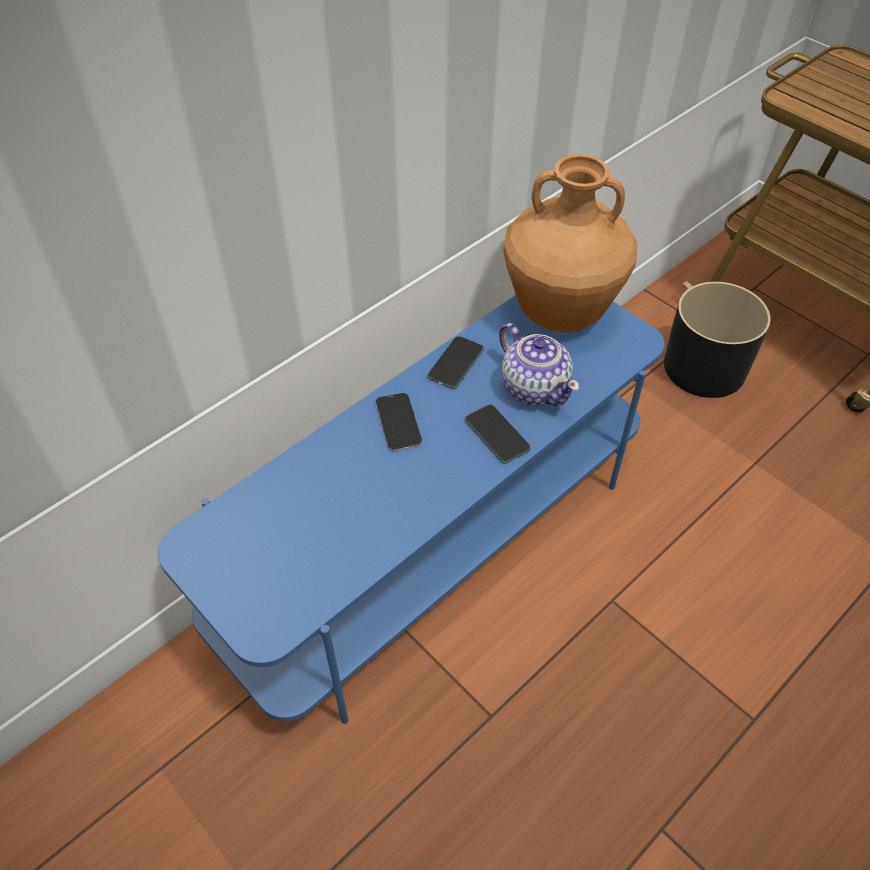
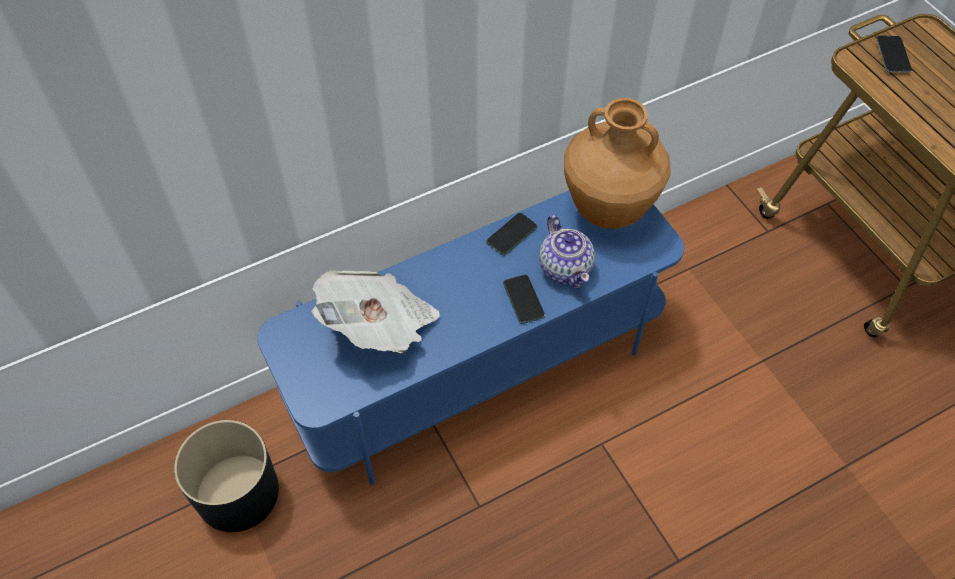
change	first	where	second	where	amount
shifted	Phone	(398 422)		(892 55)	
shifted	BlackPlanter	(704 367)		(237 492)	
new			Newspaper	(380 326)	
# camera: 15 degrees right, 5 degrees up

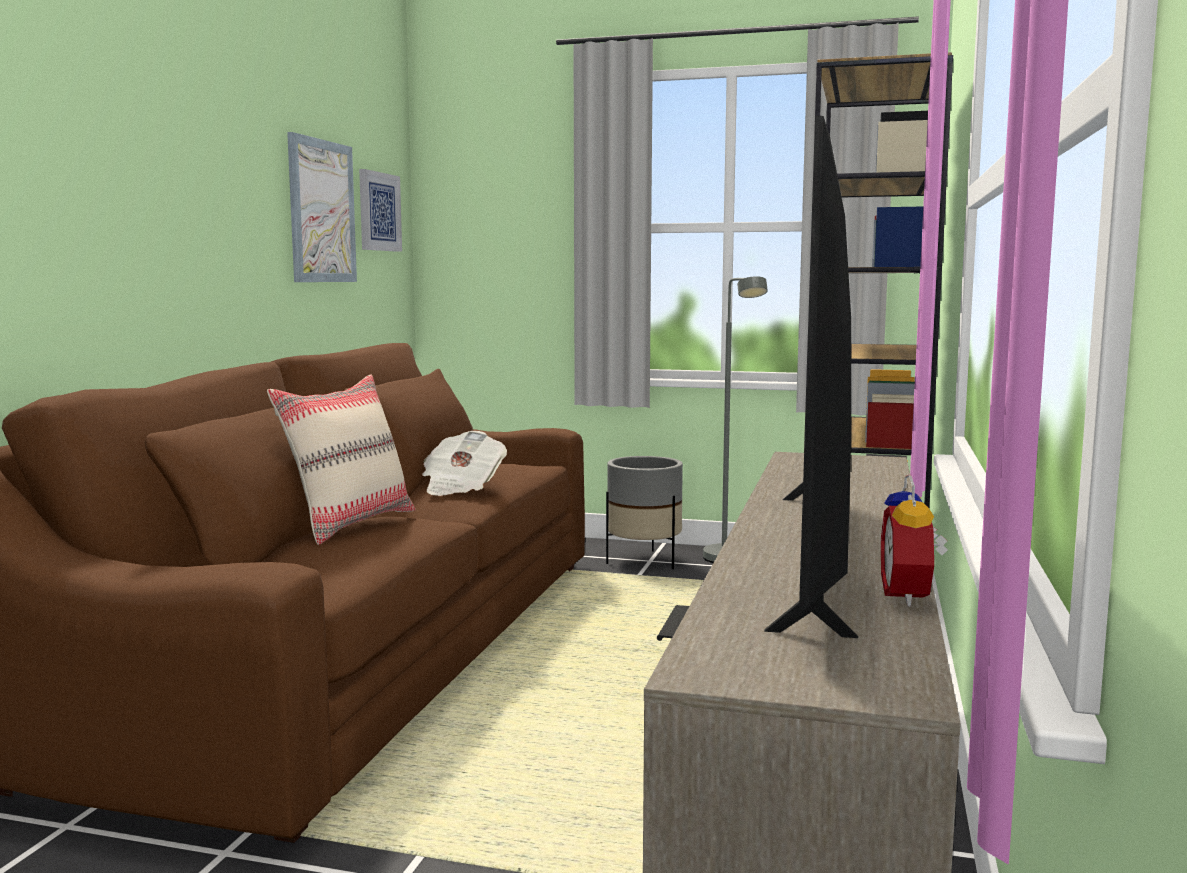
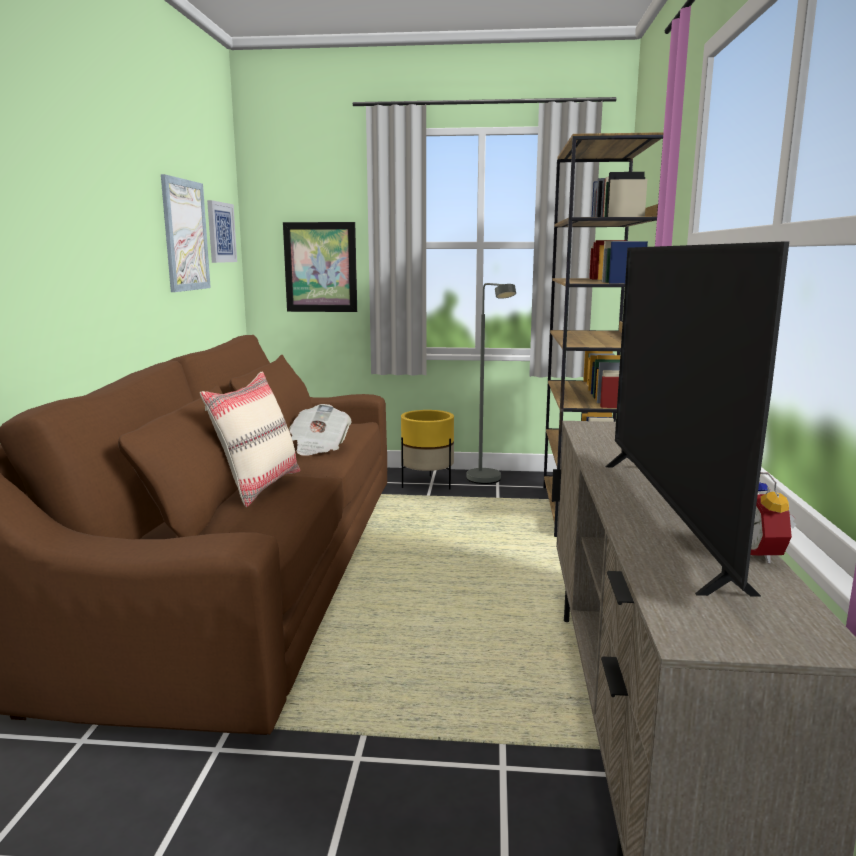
change	first	where	second	where	amount
repainted	GreyPlanter	(644 561)	YellowPlanter	(427 484)	
new			Picture	(320 267)	
# camera: 10 degrees left, 5 degrees up

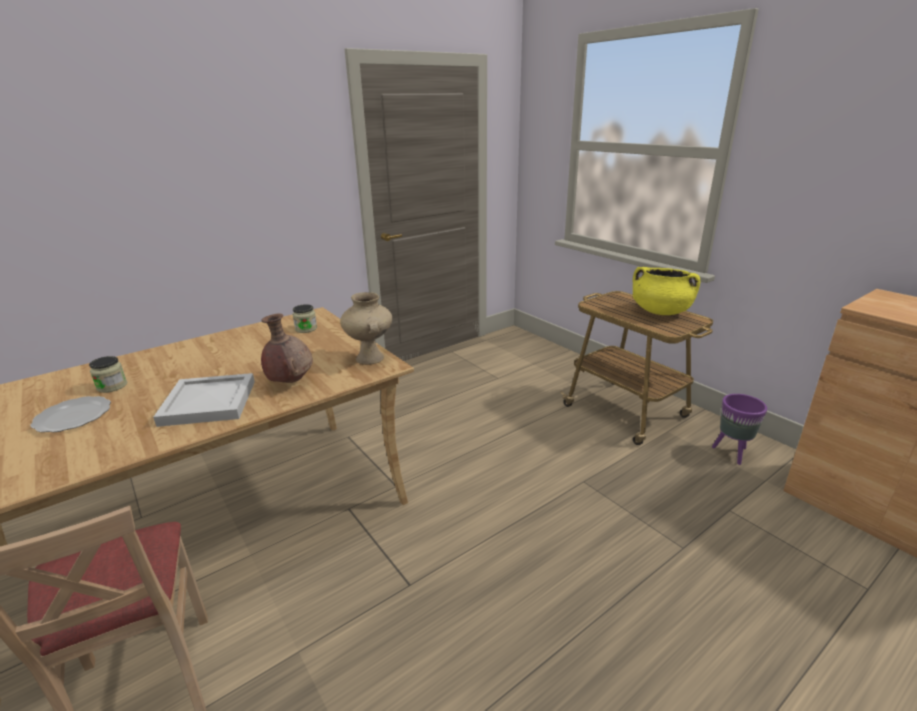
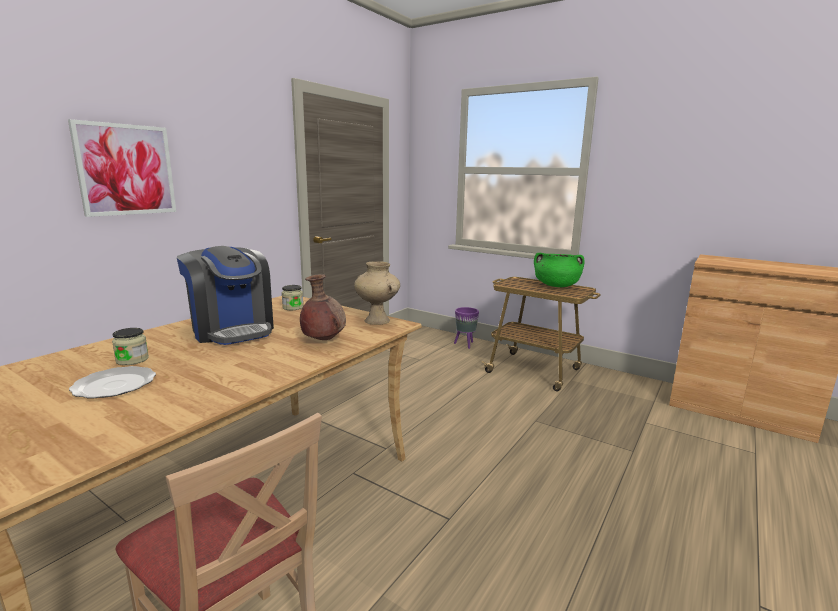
change	first	where	second	where	amount
gone	WhiteTray	(208 402)			
repainted	YellowCookingPot	(660 311)	GreenCookingPot	(556 286)	
shifted	PurplePlanter	(731 453)		(465 344)	
new			Picture	(126 170)	
new			CoffeeMachine	(232 330)	
# camera: 20 degrees left, 10 degrees down

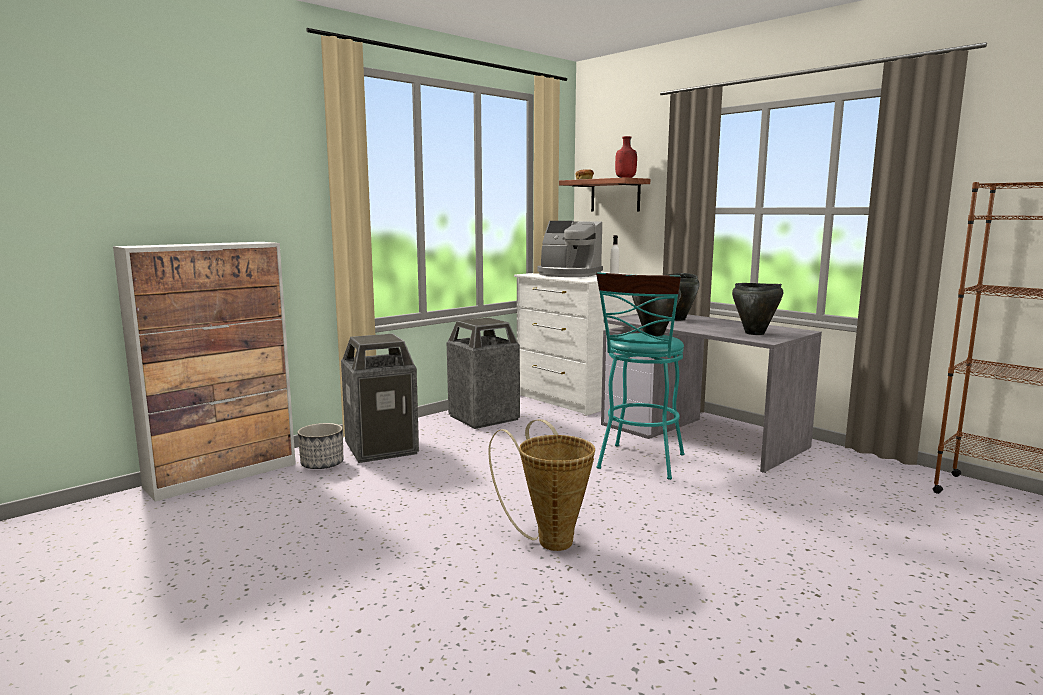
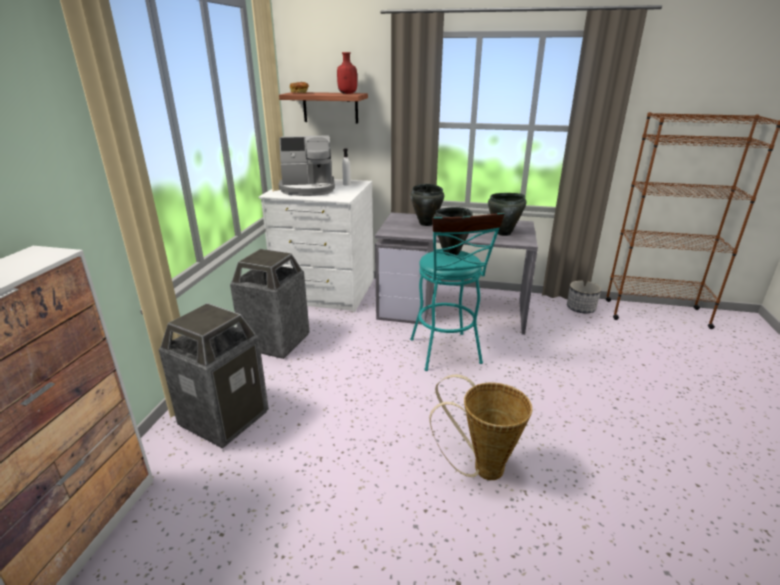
change	first	where	second	where	amount
shifted	Planter	(322 464)		(581 308)	
# camera: 35 degrees left, 15 degrees up

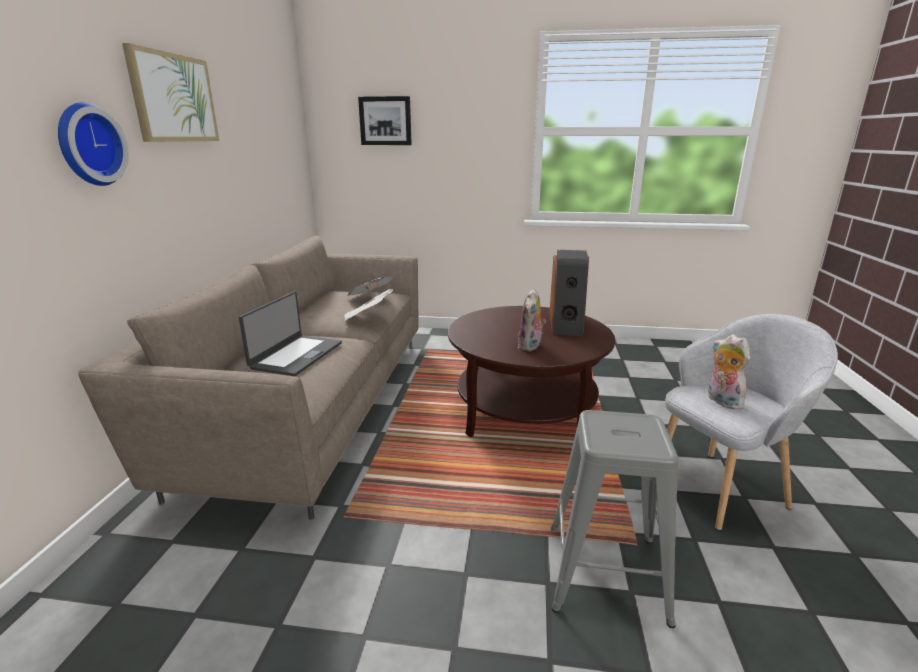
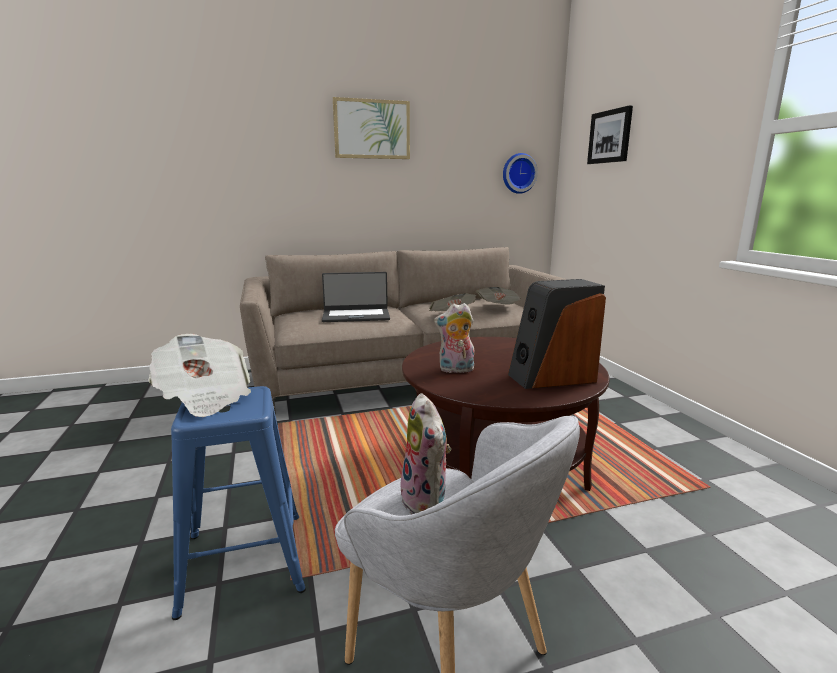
change	first	where	second	where	amount
shifted	WallClock	(87 145)		(518 173)	
repainted	GreyStool	(604 573)	BlueStool	(242 560)	
rotated	PlushToy	(721 401)		(427 501)	120 degrees clockwise
new			Newspaper	(204 397)	
# camera: 65 degrees right, 5 degrees down

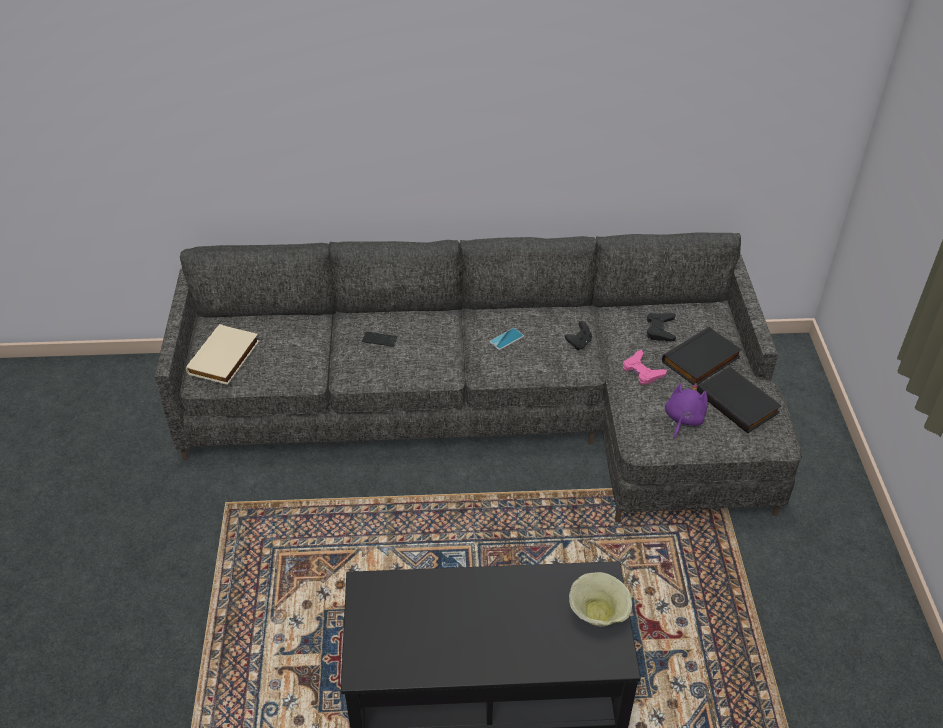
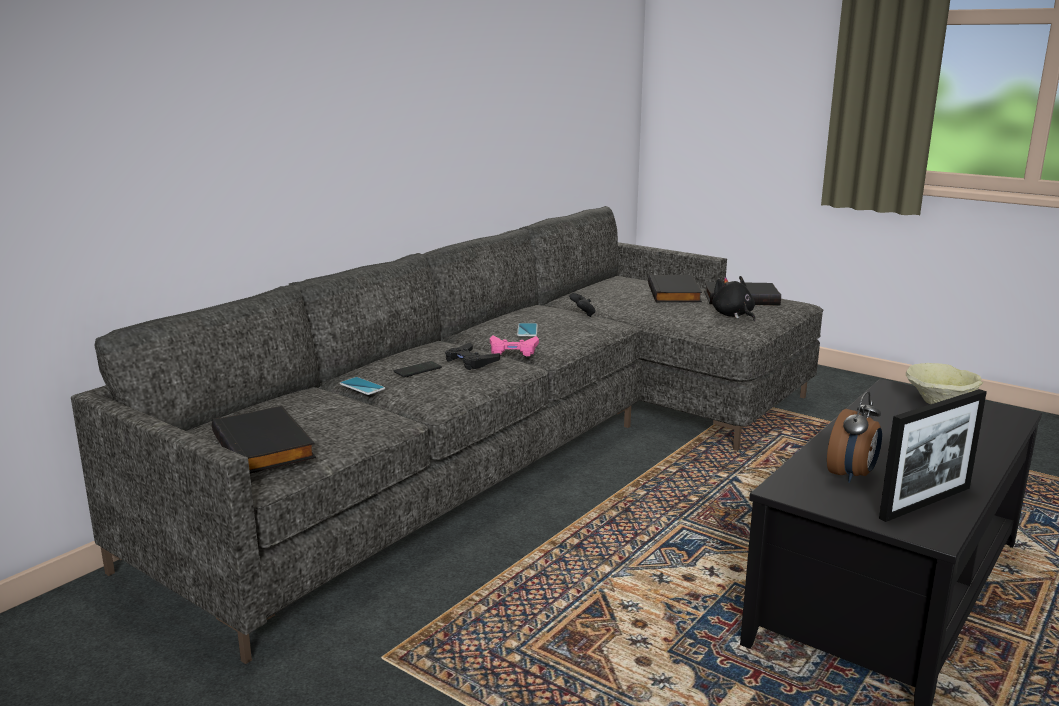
change	first	where	second	where	amount
repainted	BeigeBook	(225 358)	BlackBook	(266 446)	
shifted	PinkGameController	(642 371)		(513 350)	
shifted	BlackGameController	(660 329)		(470 361)	
repainted	PurplePlushToy	(683 419)	BlackPlushToy	(733 315)	
new			Phone	(362 387)	
new			AlarmClock	(852 475)	
new			PictureFrame	(925 503)	
# camera: 50 degrees left, 25 degrees down

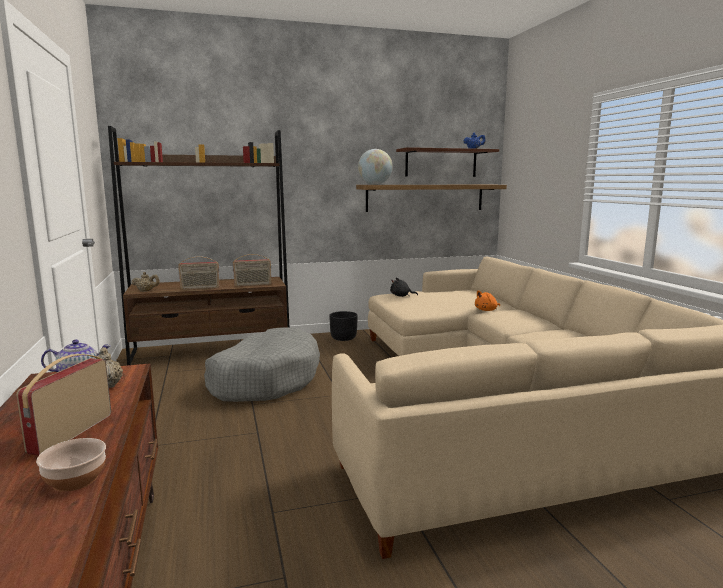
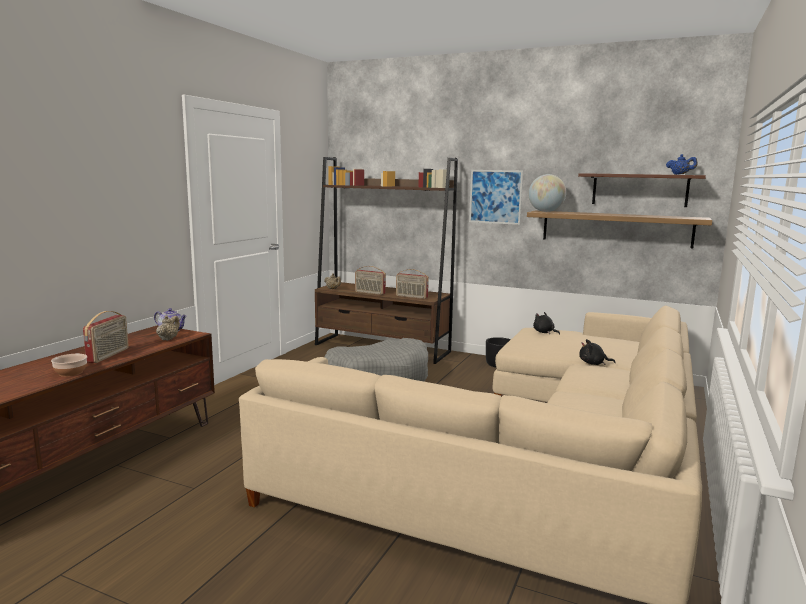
change	first	where	second	where	amount
rotated	Radio	(70 433)		(109 355)	135 degrees clockwise
repainted	OrangePlushToy	(487 310)	BlackPlushToy	(593 363)	
new			Picture	(495 196)	
# camera: 40 degrees right, 0 degrees up

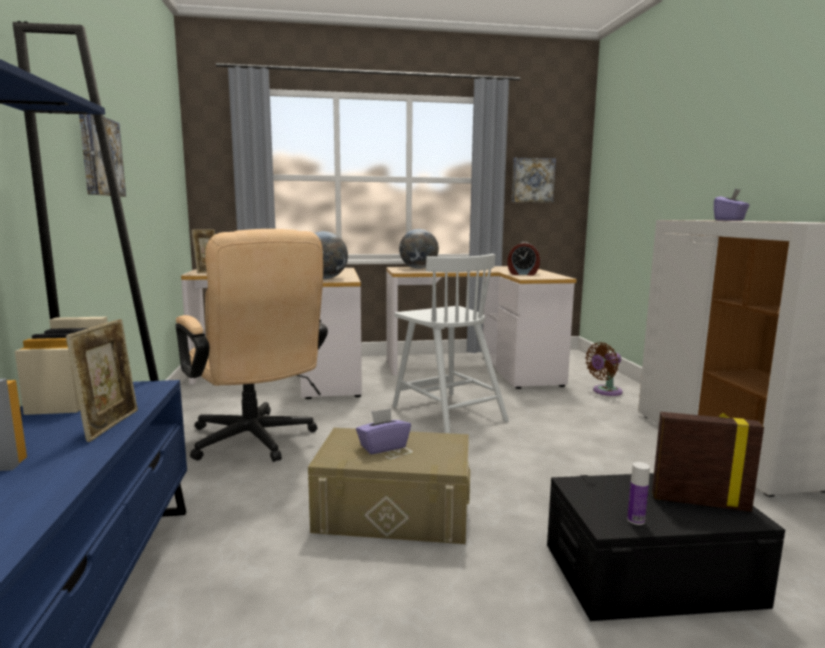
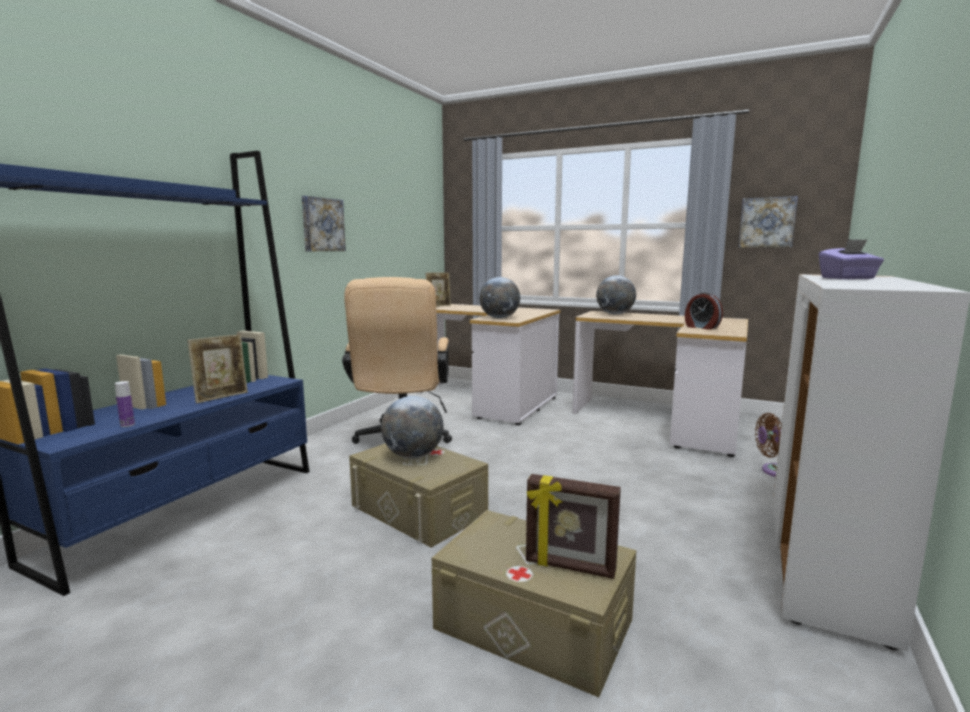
change	first	where	second	where	amount
swapped	PurpleTissueBox	(383 447)	Globe	(413 456)	
gone	WhiteChair	(447 413)			
repainted	BlackStorageBox	(650 574)	BeigeStorageBox	(533 624)	
shifted	Bottle	(635 520)		(127 425)	
rotated	PictureFrame	(699 502)		(569 567)	150 degrees clockwise
# camera: 35 degrees right, 0 degrees up

